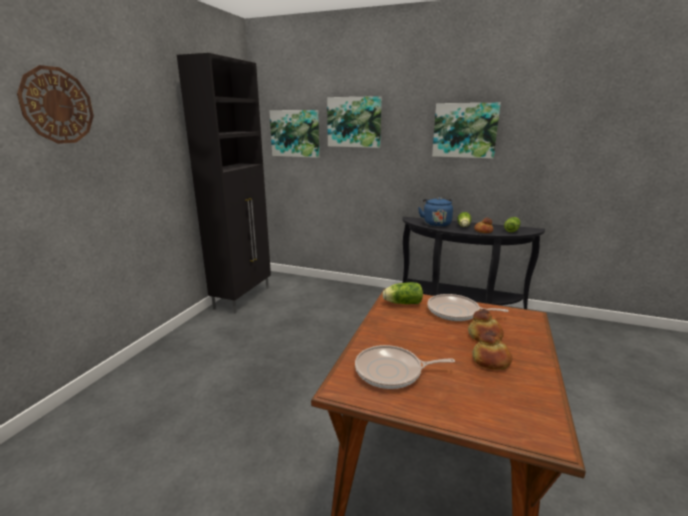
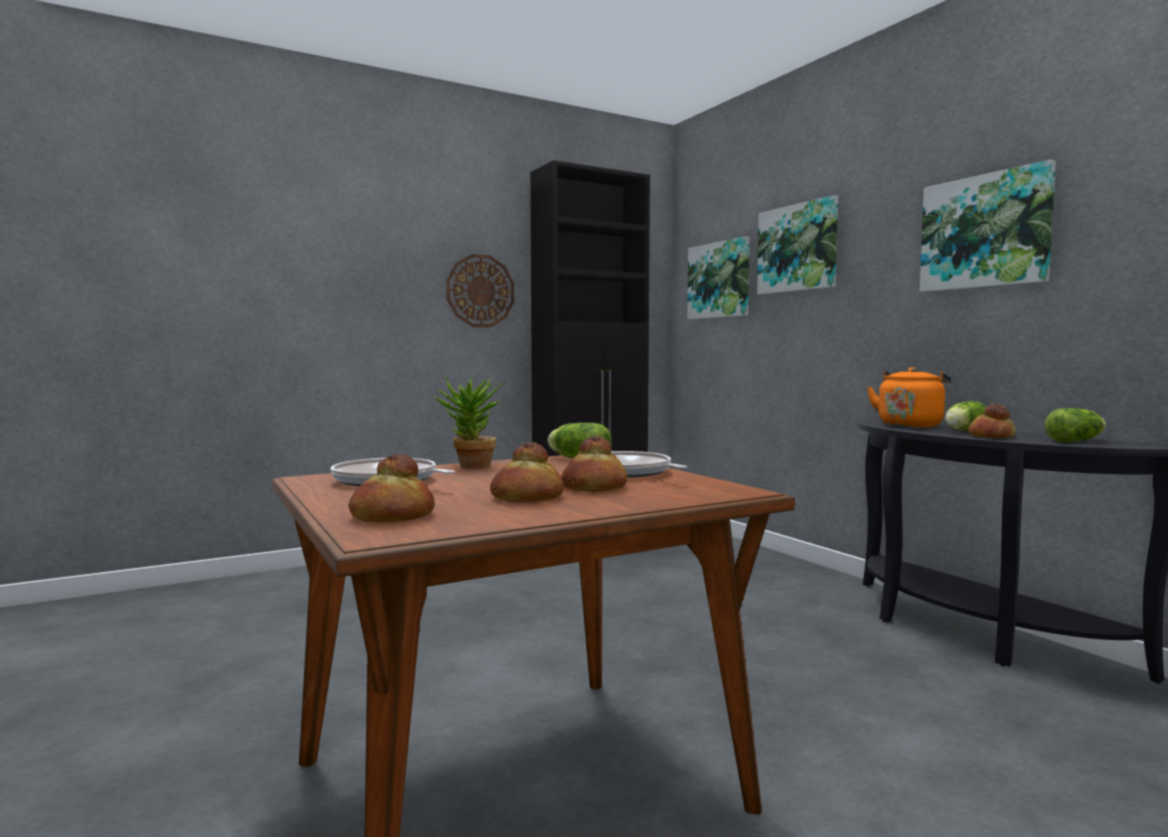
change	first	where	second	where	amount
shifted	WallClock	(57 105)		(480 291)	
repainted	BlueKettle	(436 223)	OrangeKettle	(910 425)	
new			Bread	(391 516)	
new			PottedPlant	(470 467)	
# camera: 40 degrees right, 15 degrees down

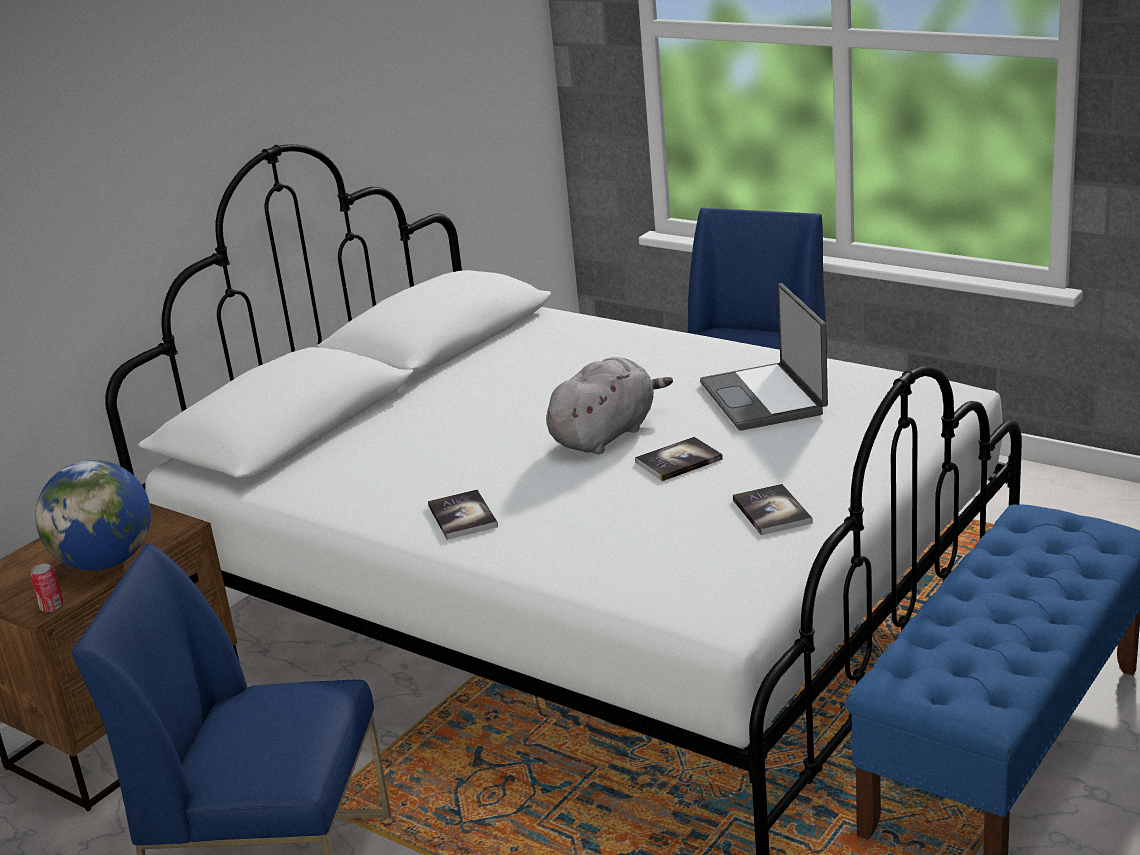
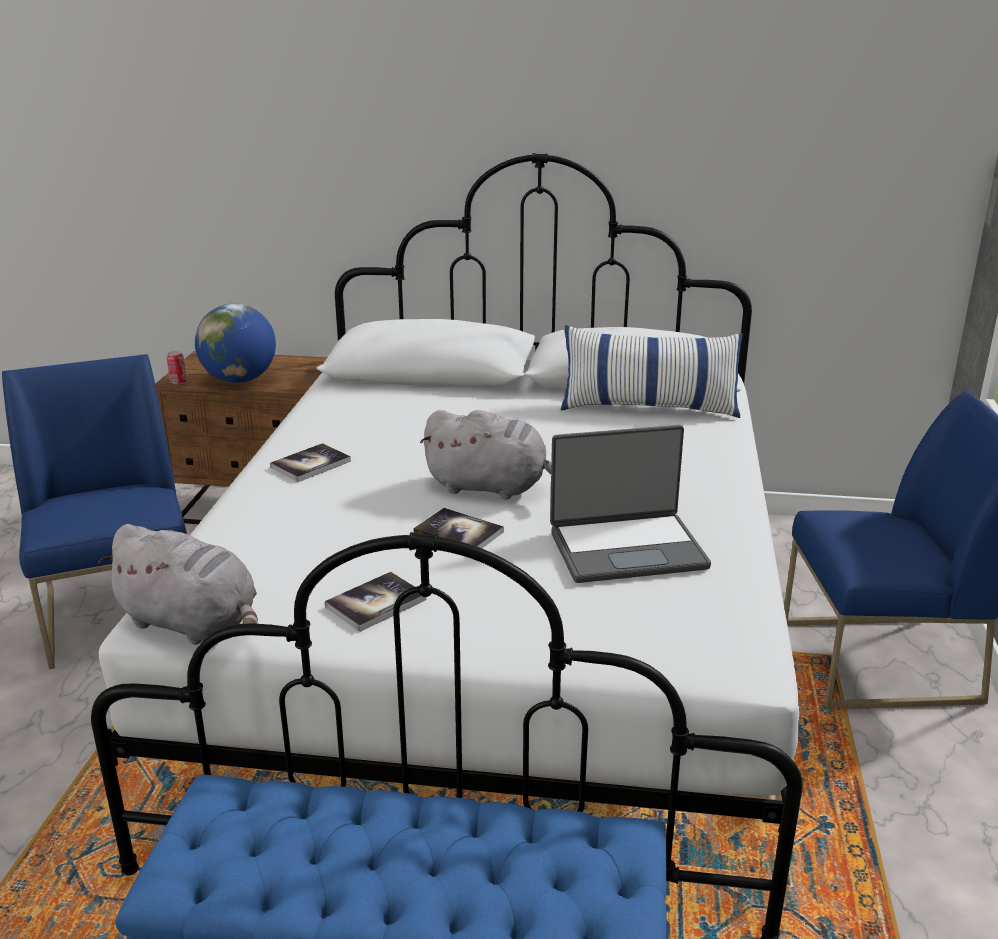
change	first	where	second	where	amount
rotated	Laptop	(765 398)		(627 548)	150 degrees counterclockwise
new			GreyPlushToy	(193 623)	
new			Pillow	(649 407)	
# camera: 60 degrees right, 0 degrees up

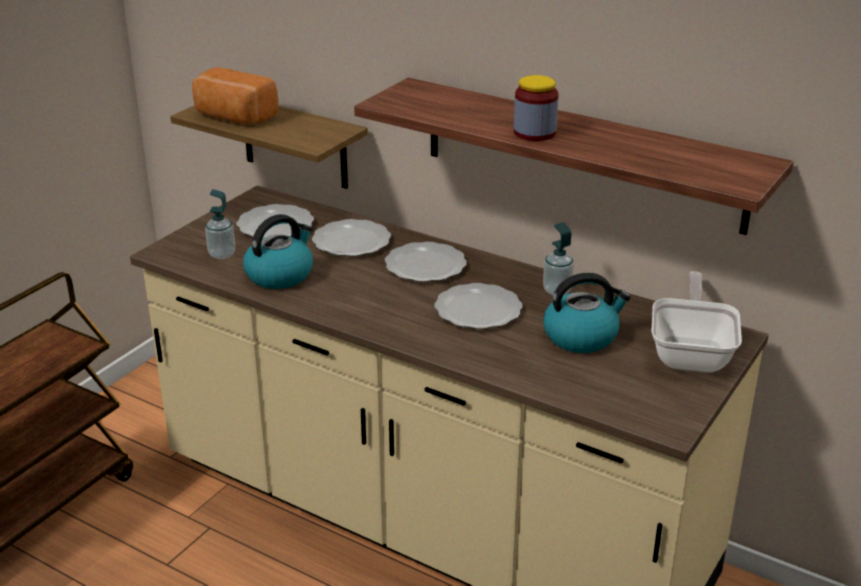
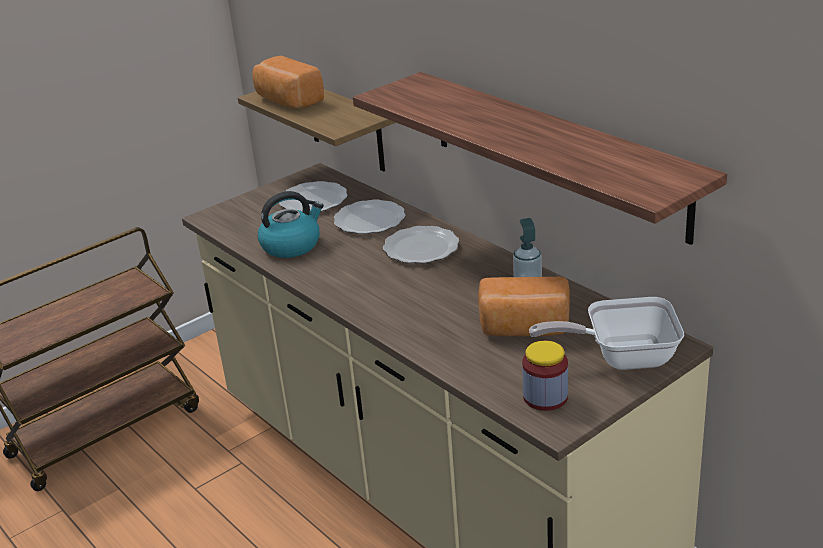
change	first	where	second	where	amount
gone	SoapDispenser	(222 254)			
gone	Plate	(477 309)			
shifted	Jar	(534 133)		(545 397)	
swapped	Kettle	(581 336)	Bread	(524 329)	
rotated	FryingPan	(692 353)		(621 357)	120 degrees counterclockwise
# camera: 20 degrees right, 0 degrees up

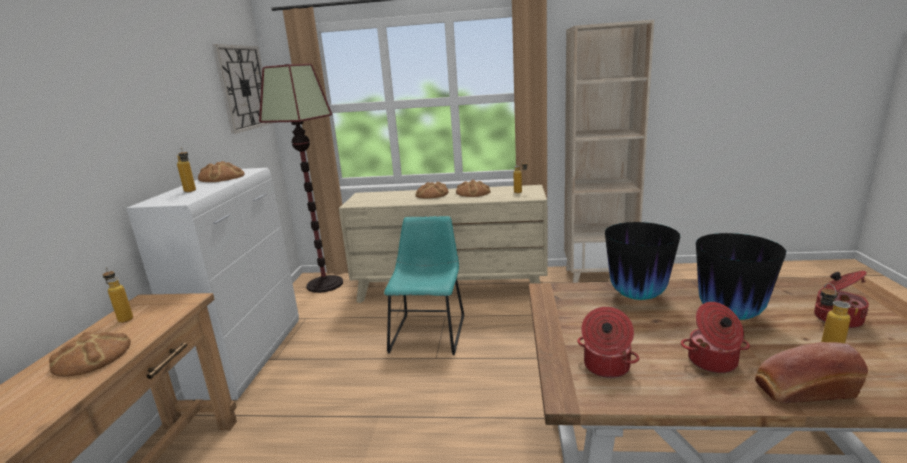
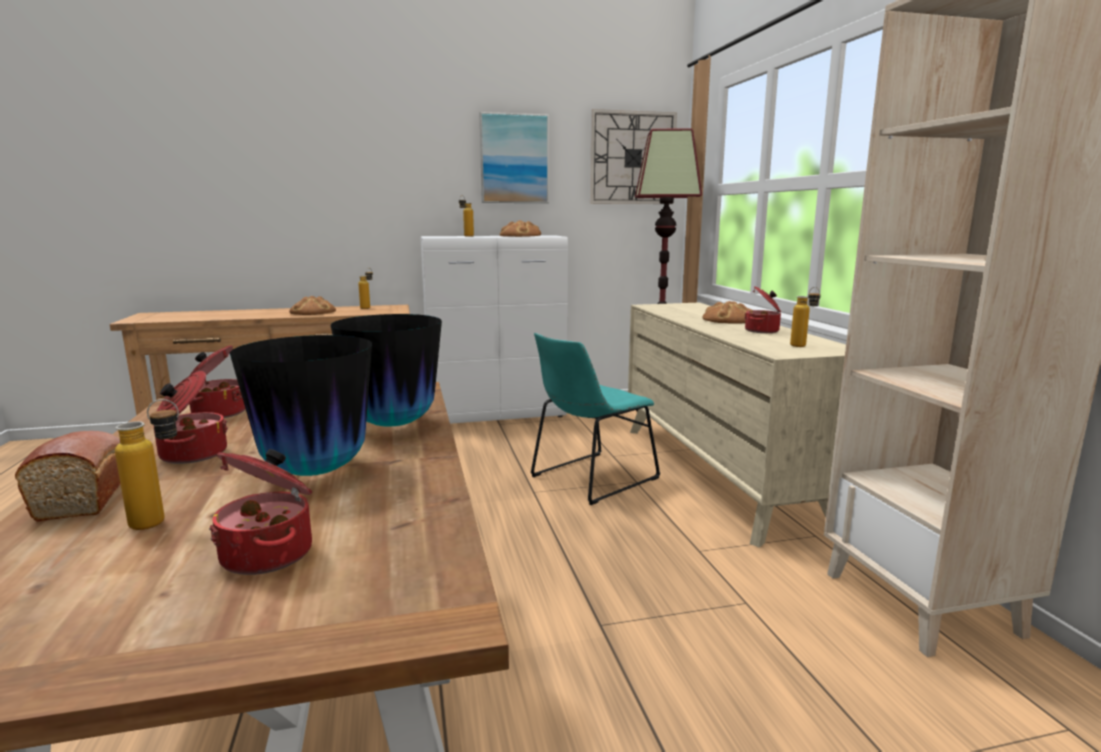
change	first	where	second	where	amount
rotated	TurquoiseChair	(429 331)		(590 478)	150 degrees clockwise
swapped	Bread	(473 192)	CookingPot	(763 331)	
new			Picture	(514 159)	
# camera: 70 degrees right, 5 degrees down

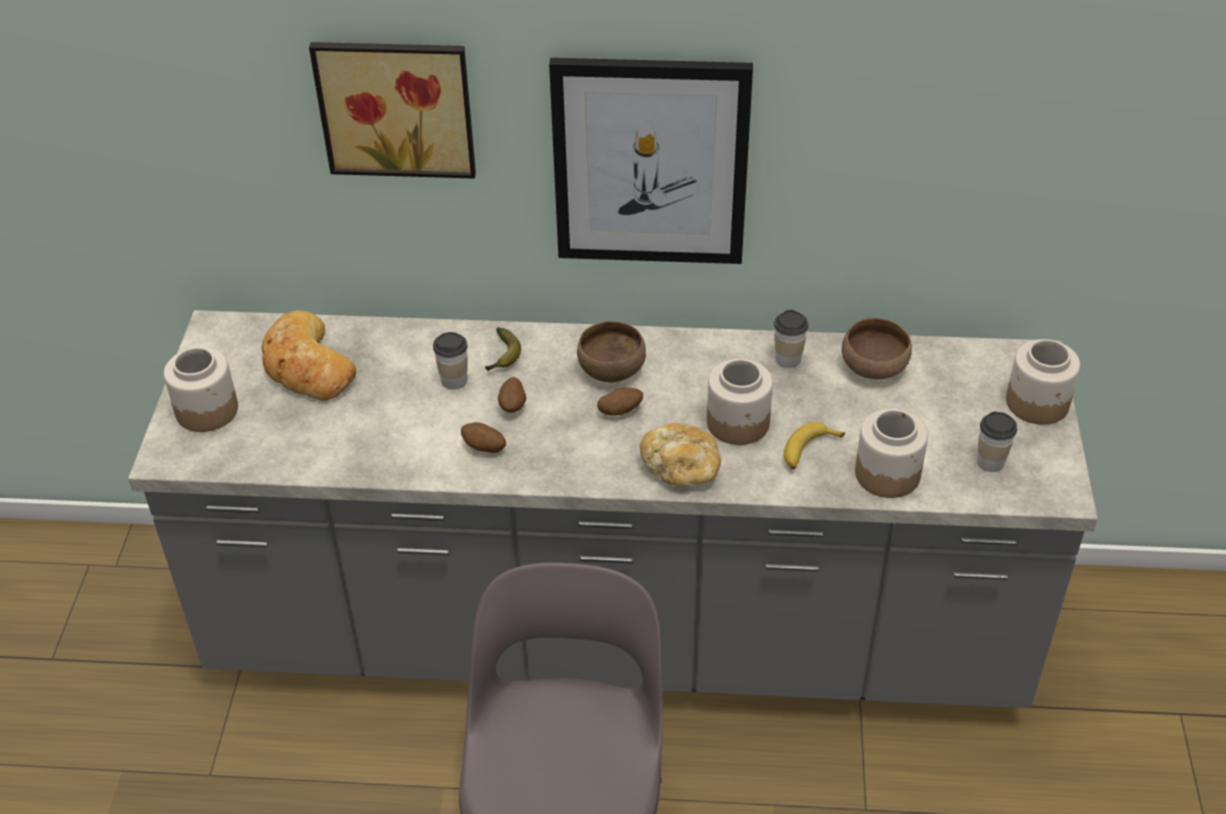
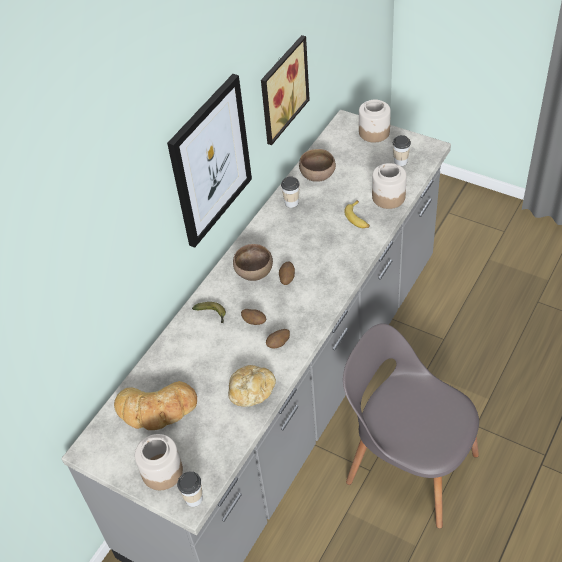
change	first	where	second	where	amount
shifted	Picture	(397 105)		(281 89)	
shifted	Cup	(454 380)		(193 498)	
shifted	Bread	(681 468)		(252 392)	
gone	Jar	(738 423)			
# camera: 60 degrees left, 5 degrees up

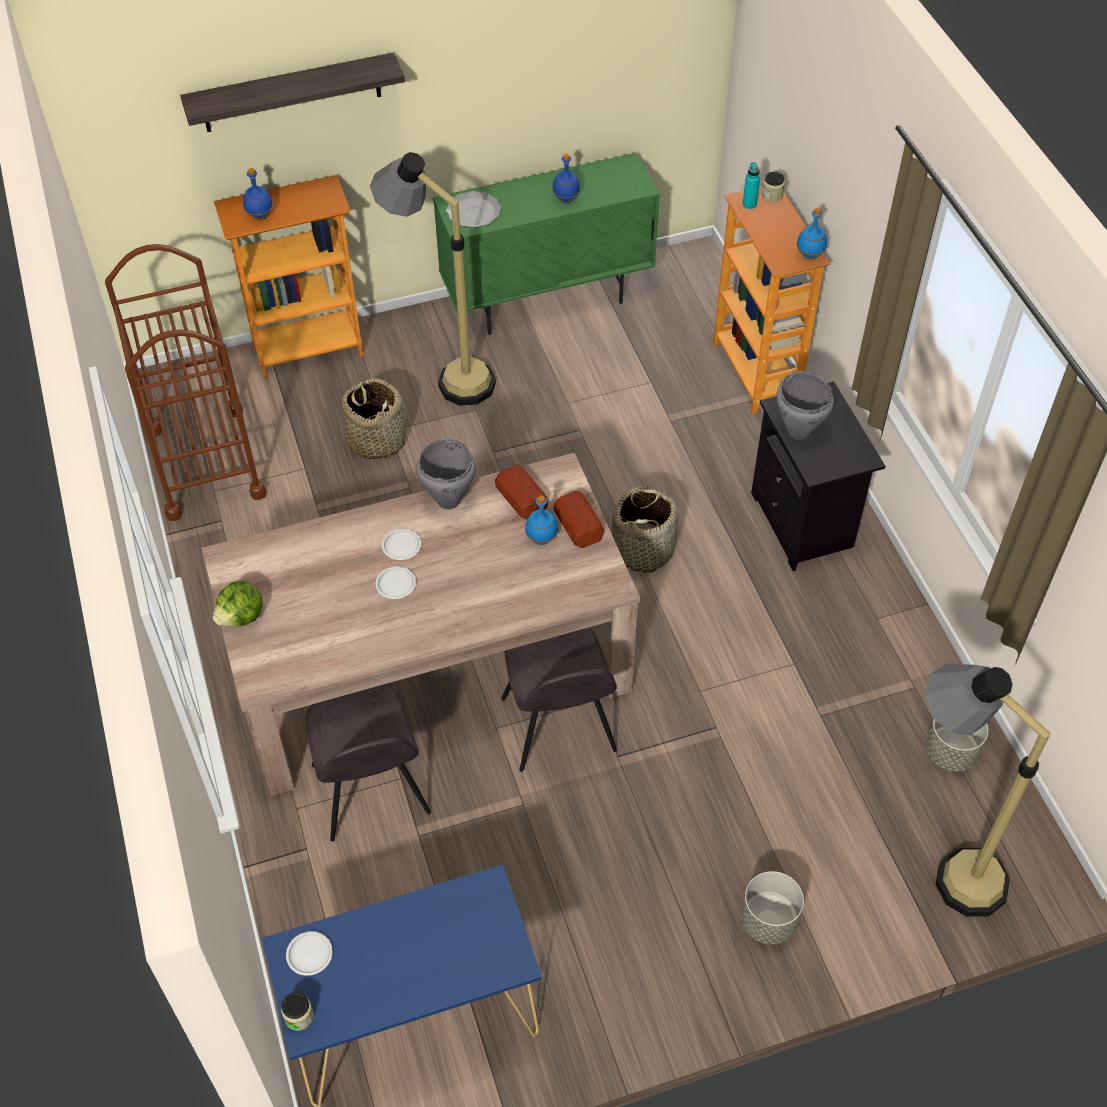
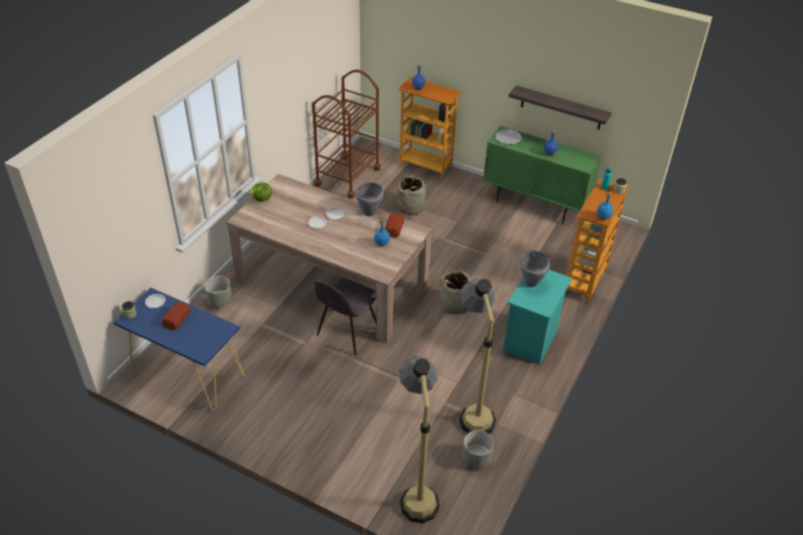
change	first	where	second	where	amount
shifted	Shelf	(291 93)		(561 108)	
gone	GreyChair	(371 792)			
shifted	FloorLamp	(444 375)		(472 408)	
shifted	Bread	(578 523)		(177 318)	
shifted	GreyPlanter	(768 921)		(220 301)	
repainted	BlackNightstand	(804 523)	TurquoiseNightstand	(530 342)	
# camera: 45 degrees right, 10 degrees down

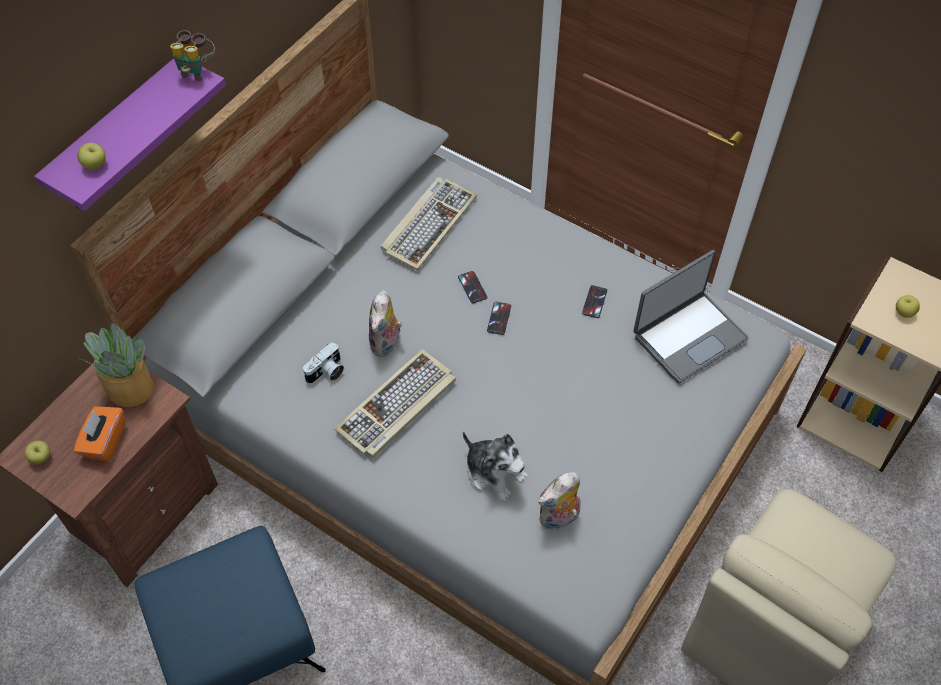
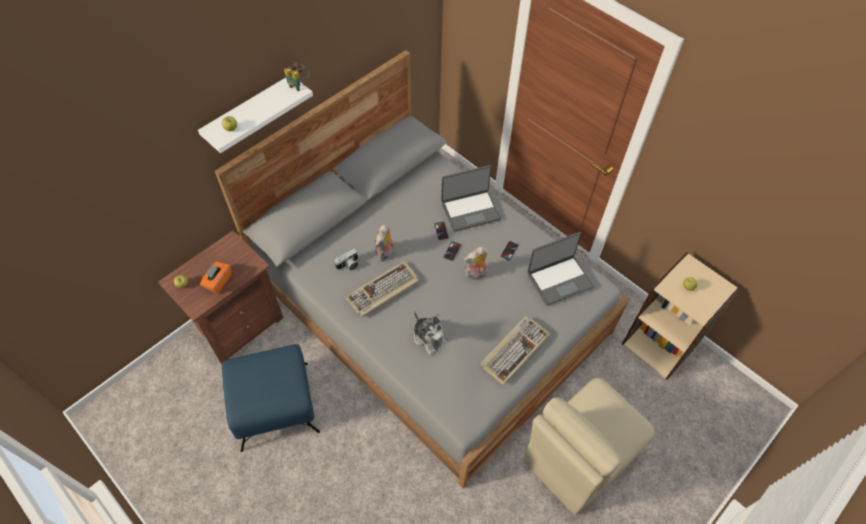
change	first	where	second	where	amount
repainted	PurpleShelf	(118 138)	WhiteShelf	(249 116)	
gone	PottedPlant	(130 388)			
shifted	Keyboard	(428 224)		(514 350)	
shifted	PlushToy	(559 518)		(475 275)	
new			Laptop	(470 210)	
# camera: 10 degrees right, 0 degrees up

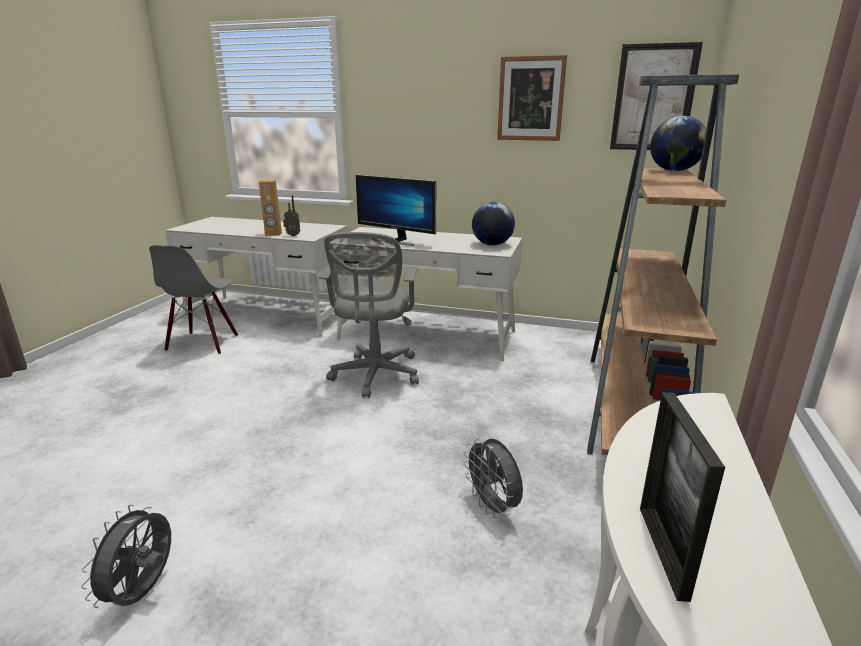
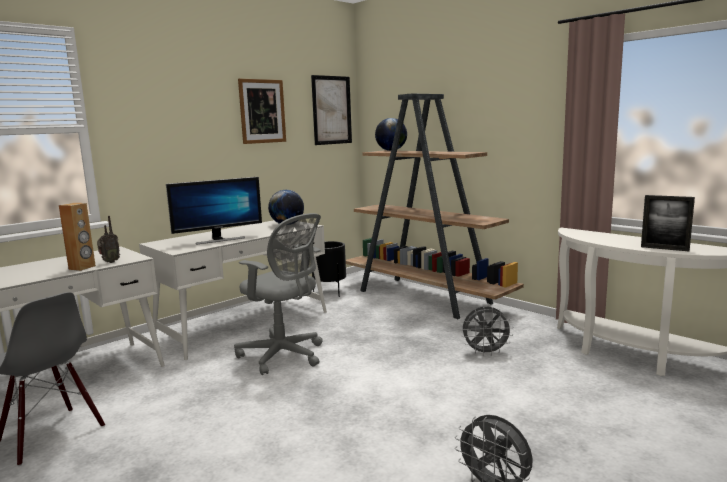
change	first	where	second	where	amount
new			BlackPlanter	(330 292)	
# camera: 60 degrees left, 10 degrees down

